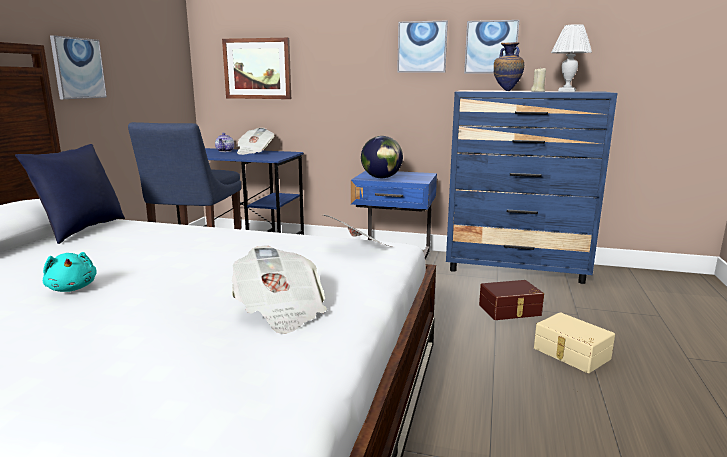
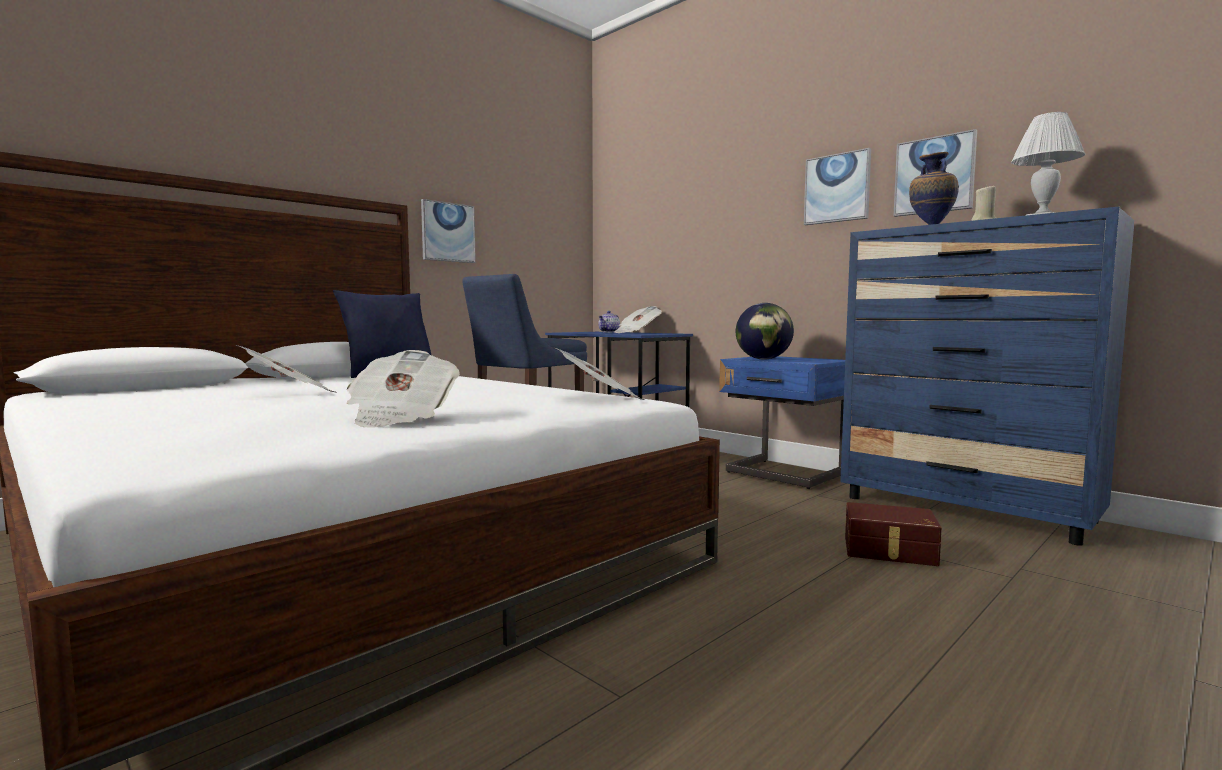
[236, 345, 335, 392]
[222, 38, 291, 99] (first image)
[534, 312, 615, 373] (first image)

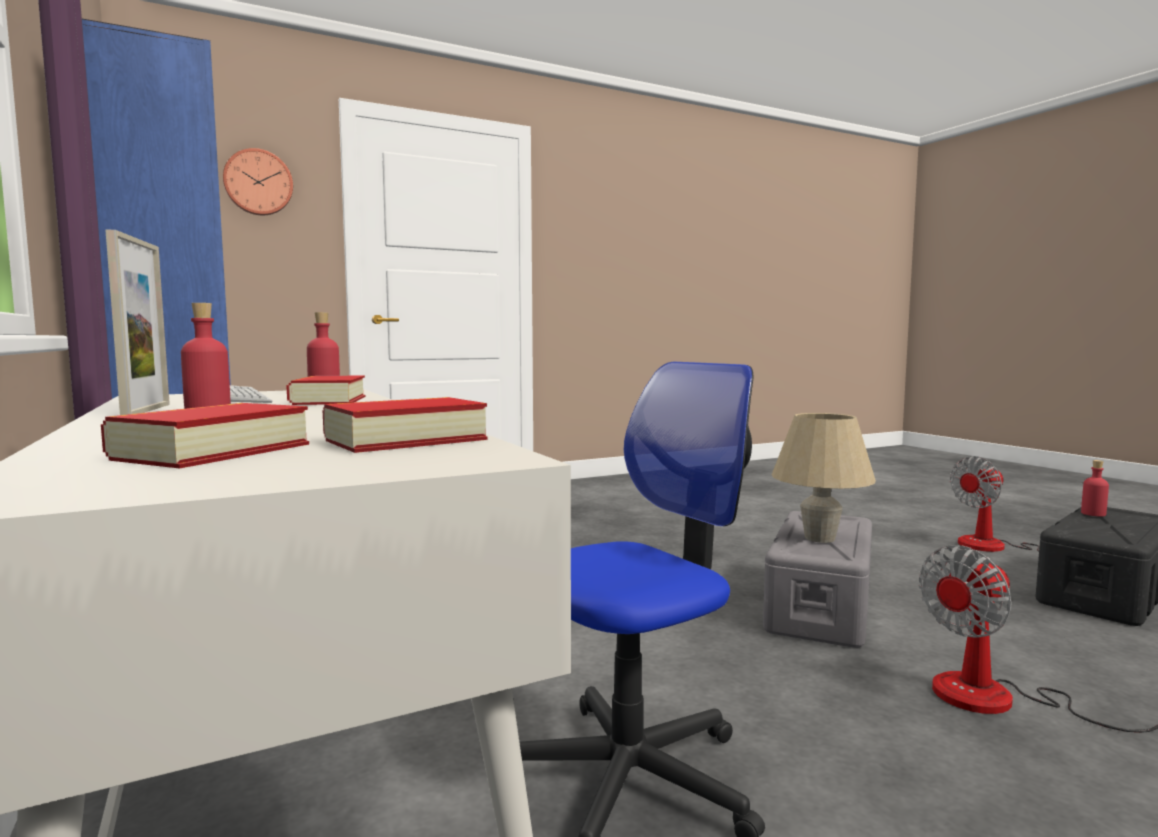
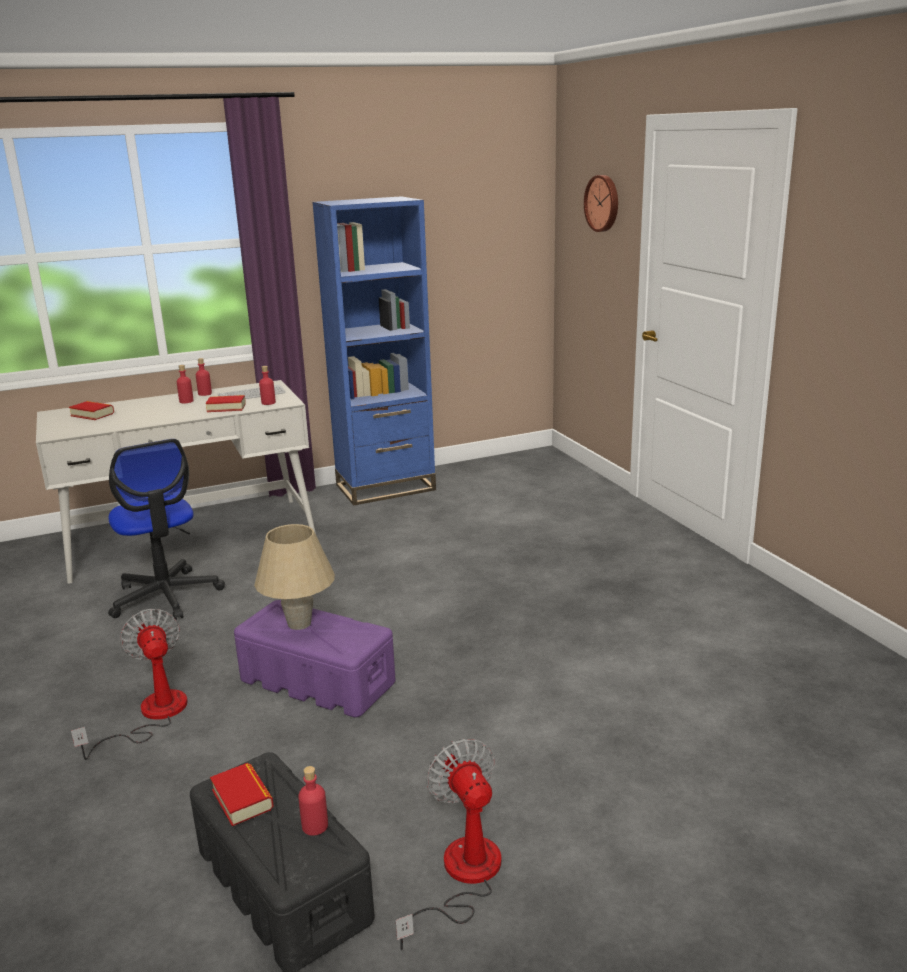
[196, 358, 212, 396]
[210, 763, 274, 826]
[234, 600, 396, 717]

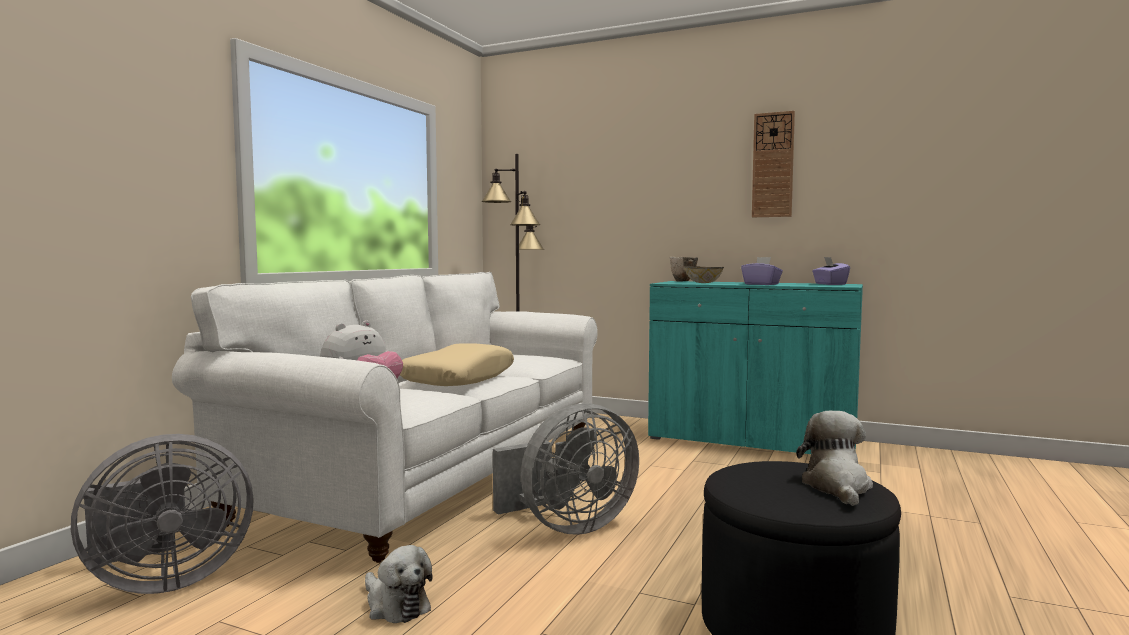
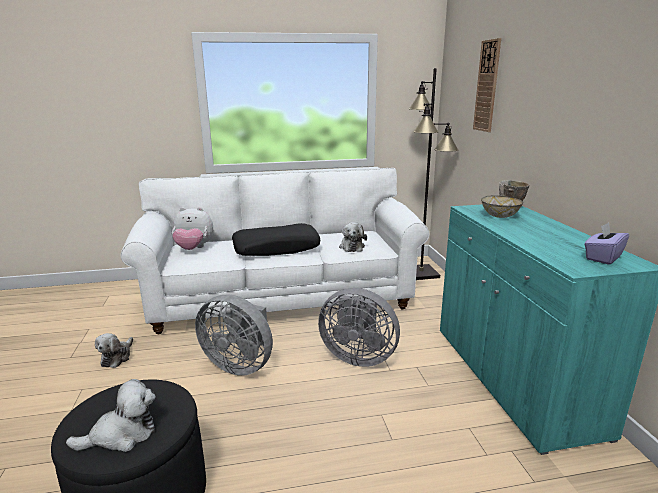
[232, 223, 320, 256]
[318, 288, 400, 367]
[339, 222, 367, 252]
[473, 38, 501, 132]
[741, 257, 783, 285] (first image)

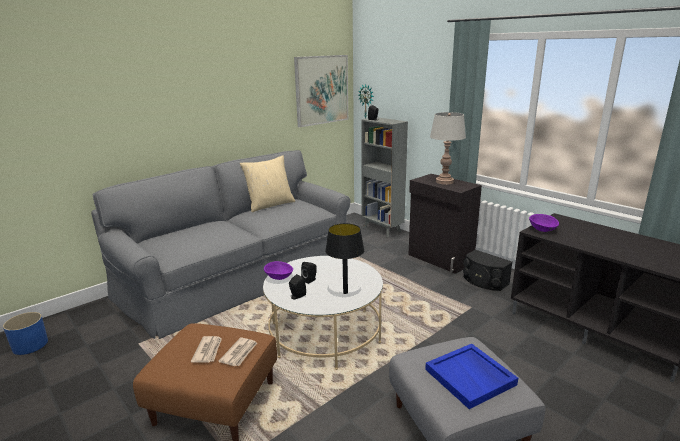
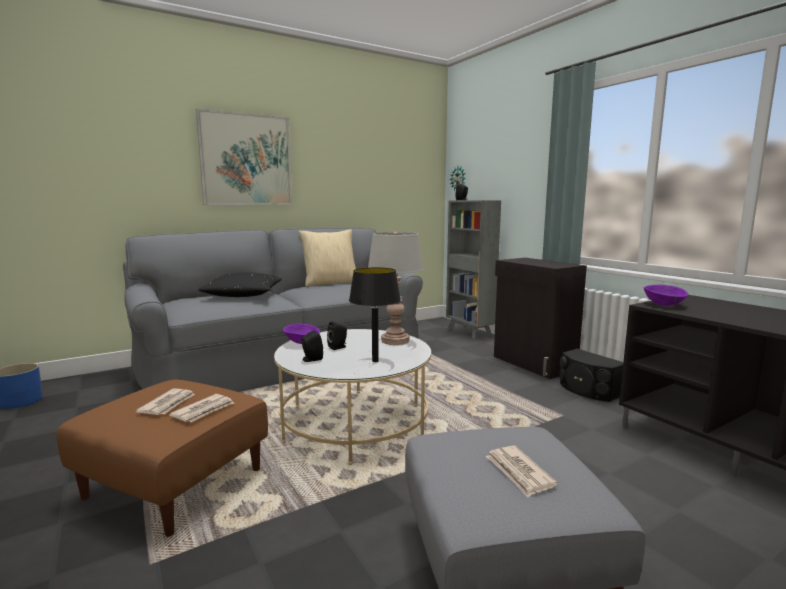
[196, 109, 292, 205]
[198, 272, 282, 297]
[368, 232, 424, 345]
[486, 446, 558, 497]

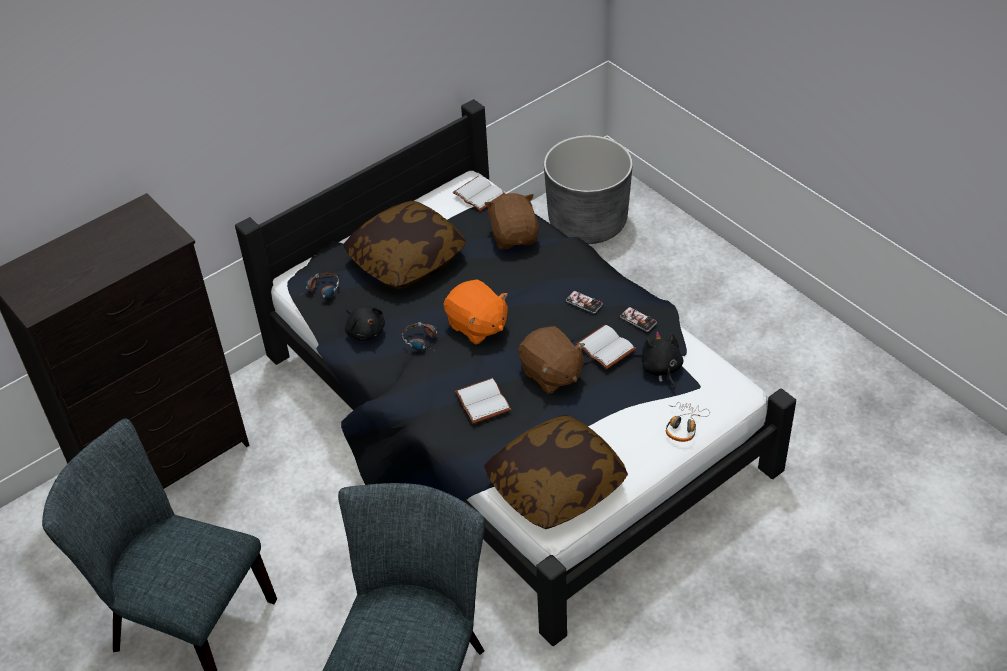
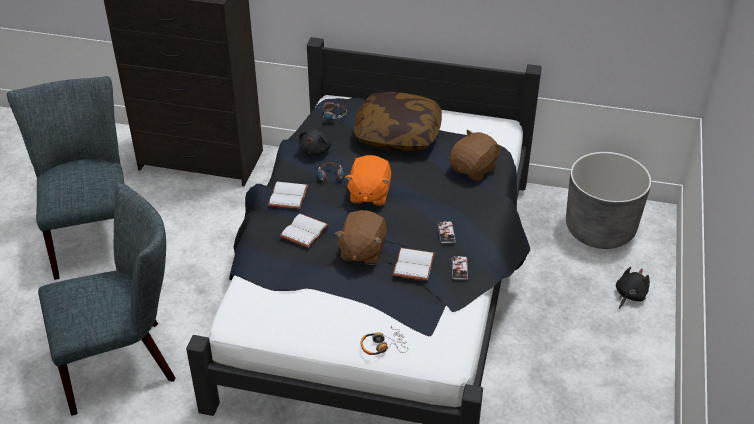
[268, 182, 308, 209]
[616, 267, 650, 309]
[484, 415, 628, 529] (first image)

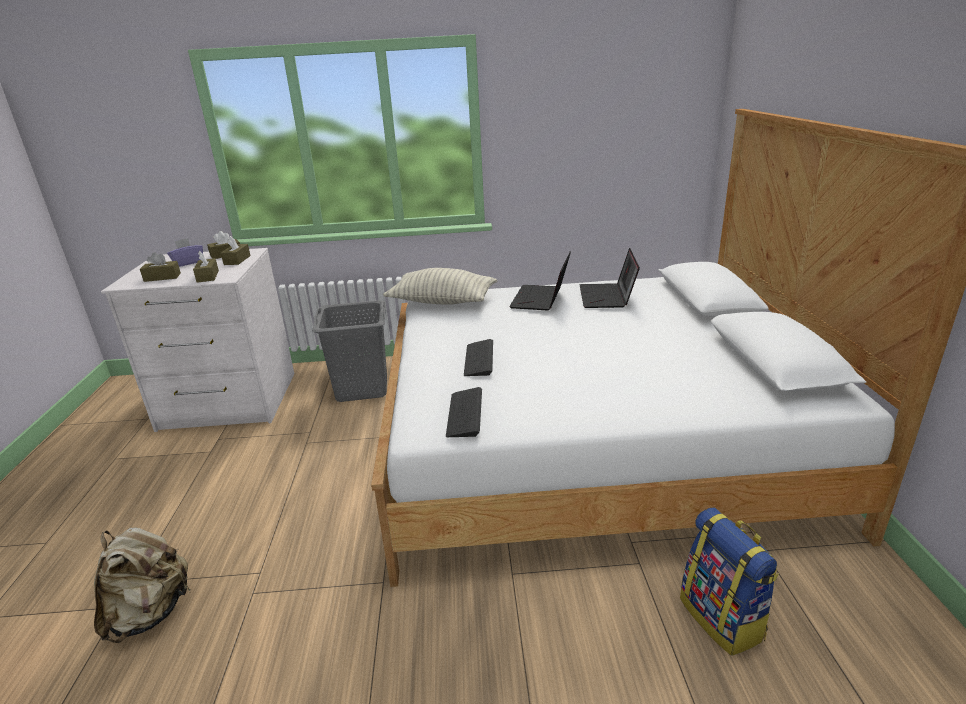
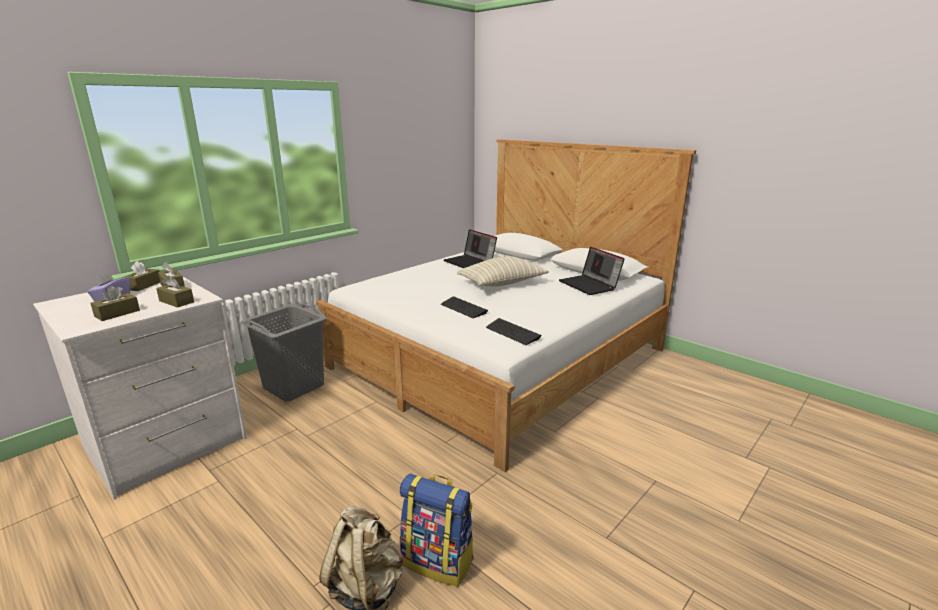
[400, 473, 474, 587]
[457, 256, 549, 287]
[559, 247, 625, 295]

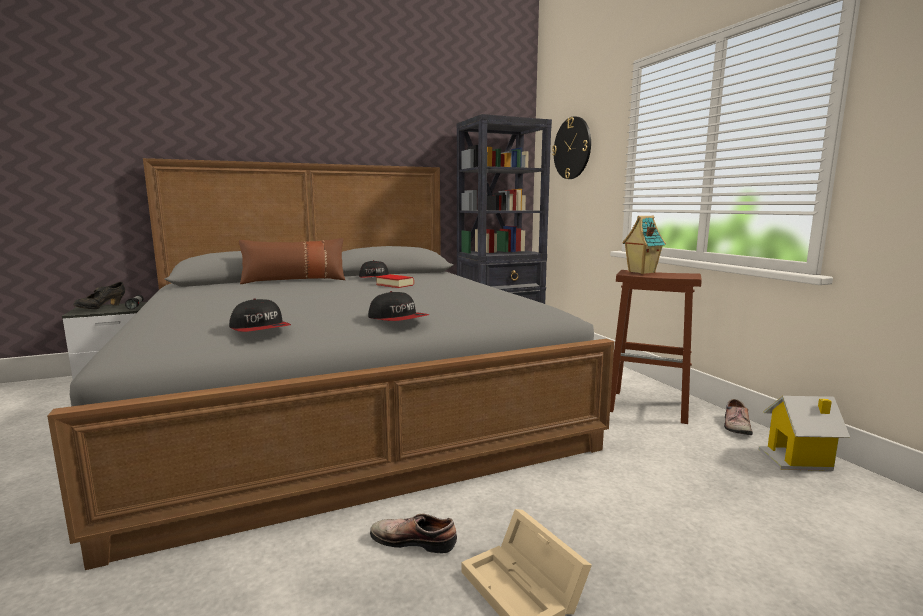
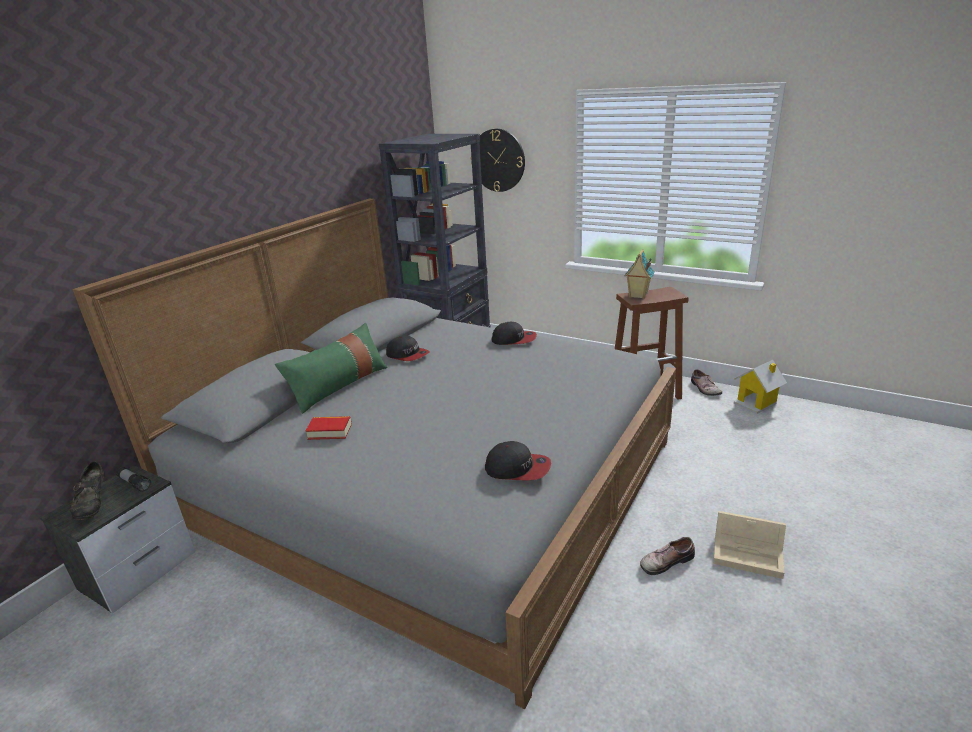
[275, 323, 388, 414]
[306, 416, 352, 440]
[492, 322, 537, 345]

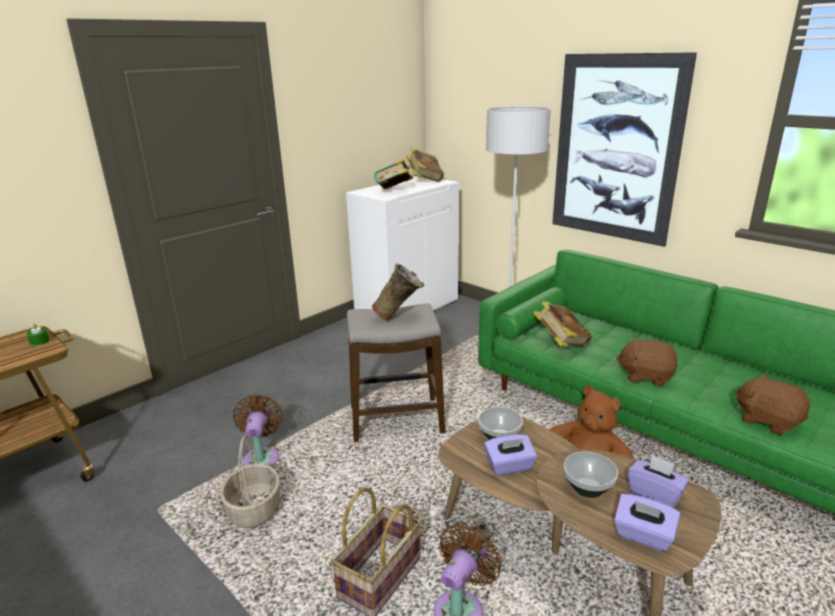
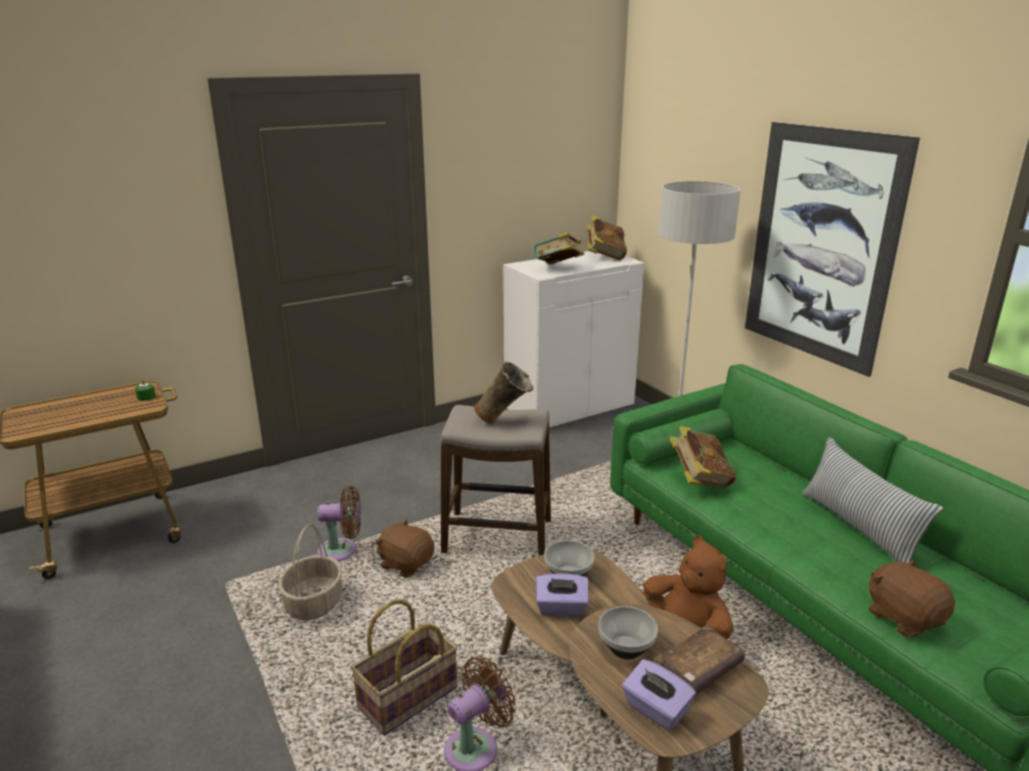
[317, 486, 361, 561]
[376, 519, 434, 578]
[655, 625, 745, 694]
[802, 437, 943, 563]

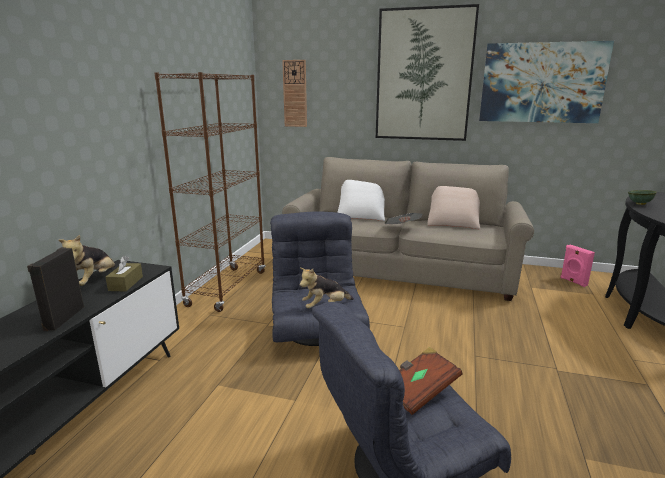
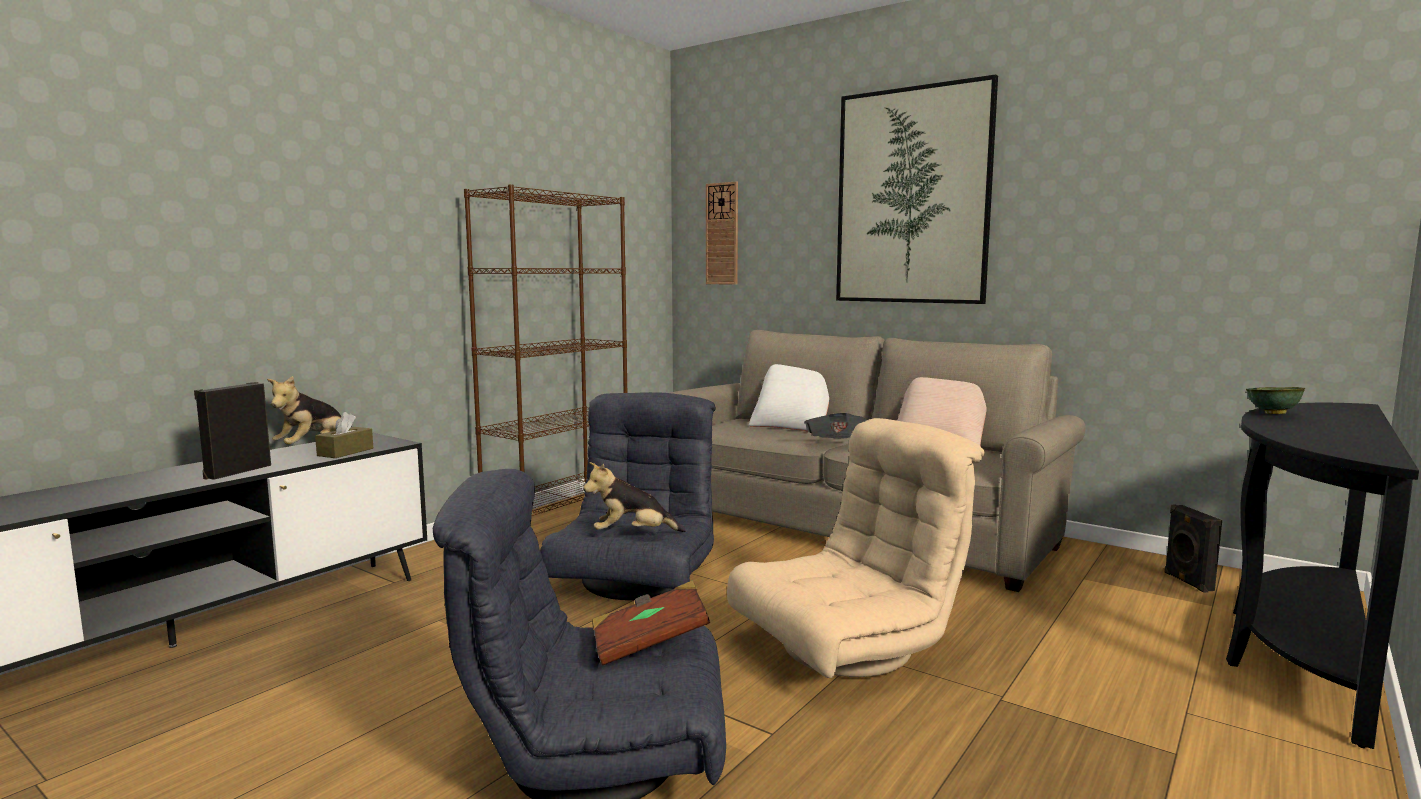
[727, 418, 985, 678]
[1164, 505, 1222, 593]
[479, 41, 614, 123] (first image)

